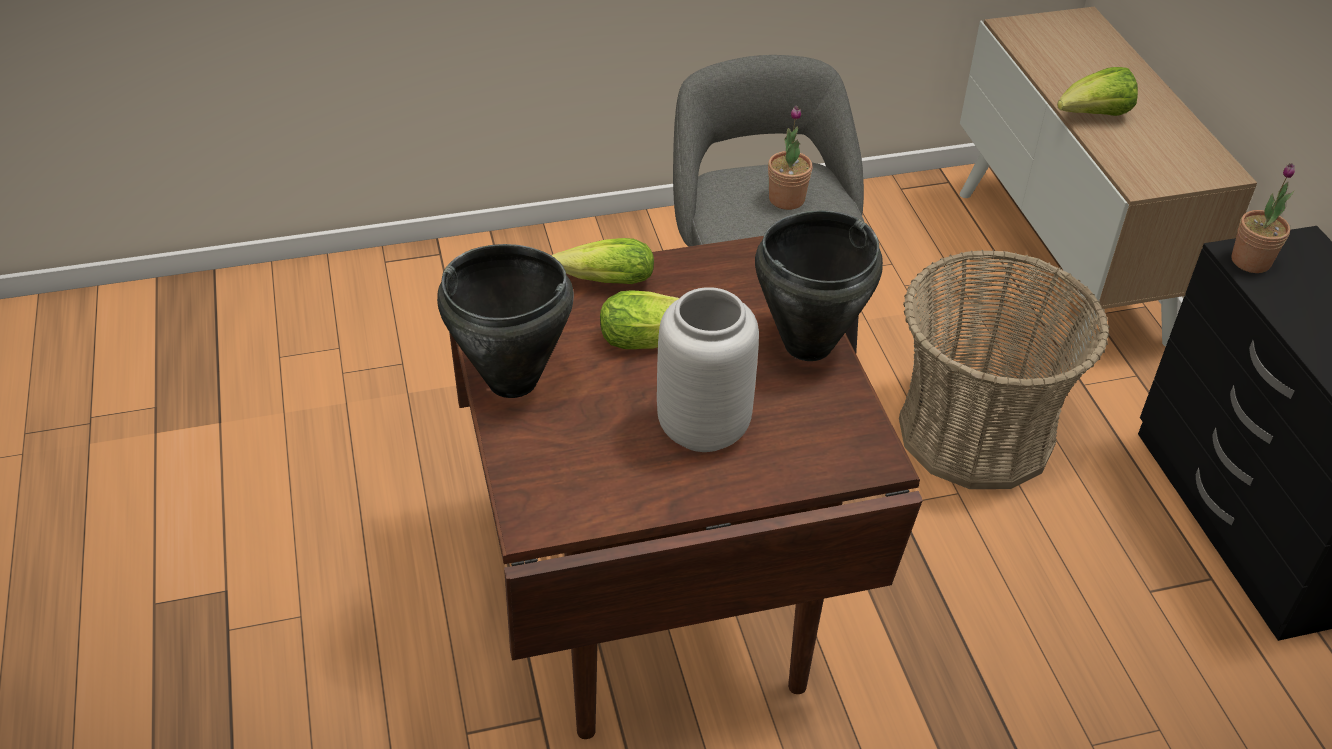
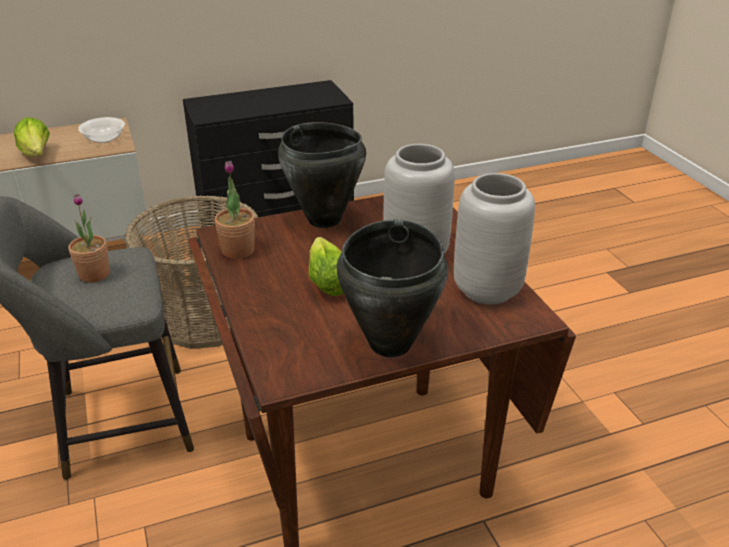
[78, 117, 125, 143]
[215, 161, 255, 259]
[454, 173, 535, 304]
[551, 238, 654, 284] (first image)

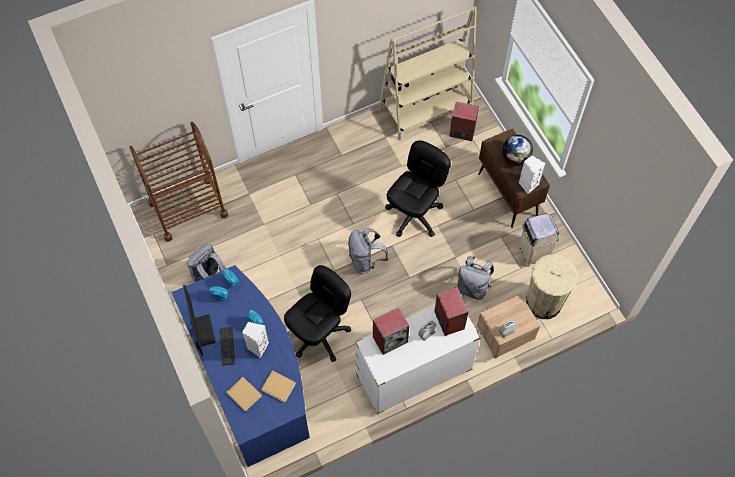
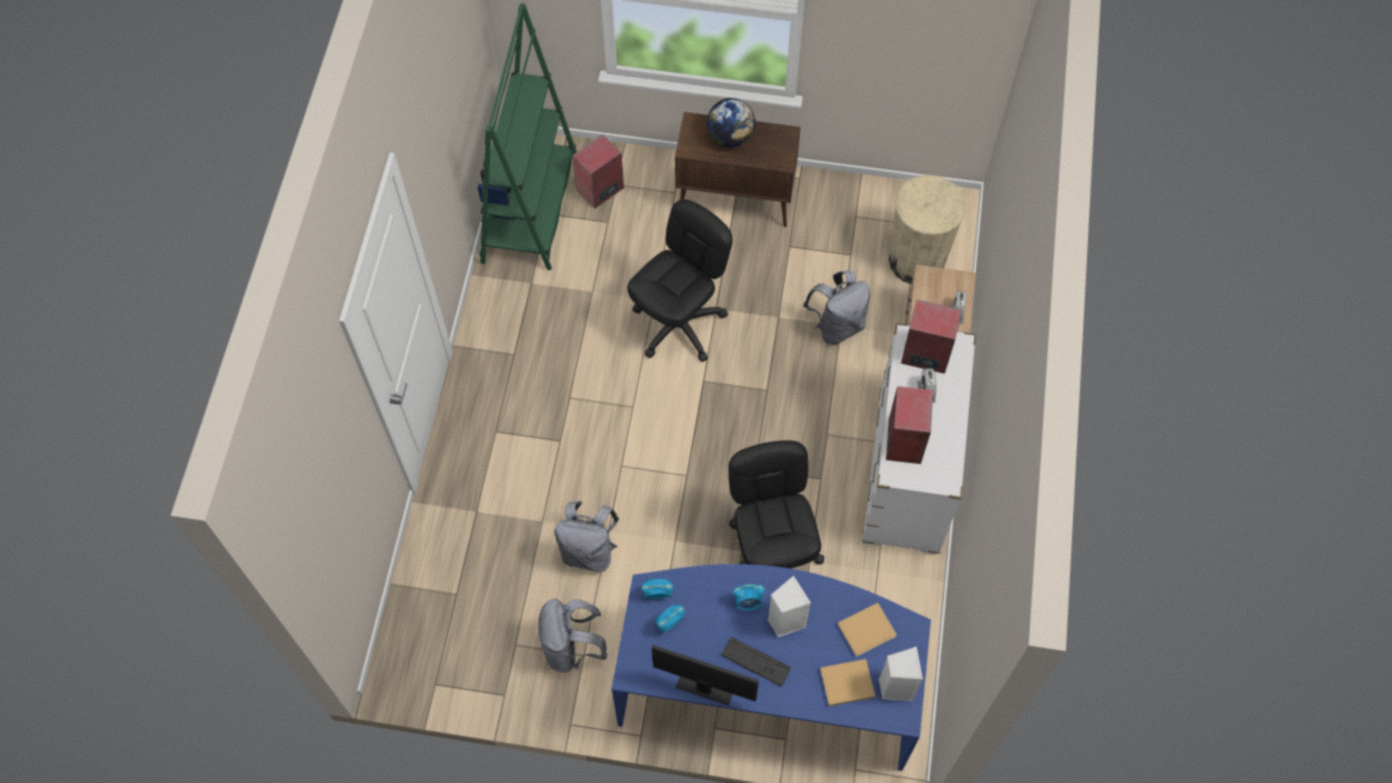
[478, 3, 577, 270]
[555, 501, 619, 572]
[627, 199, 733, 362]
[879, 646, 923, 701]
[129, 122, 228, 242] (first image)
[518, 213, 559, 267] (first image)

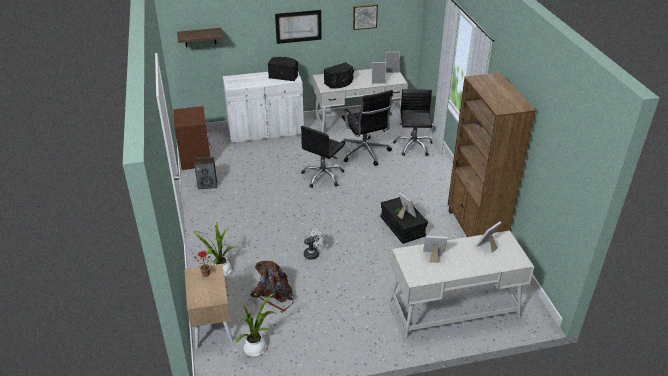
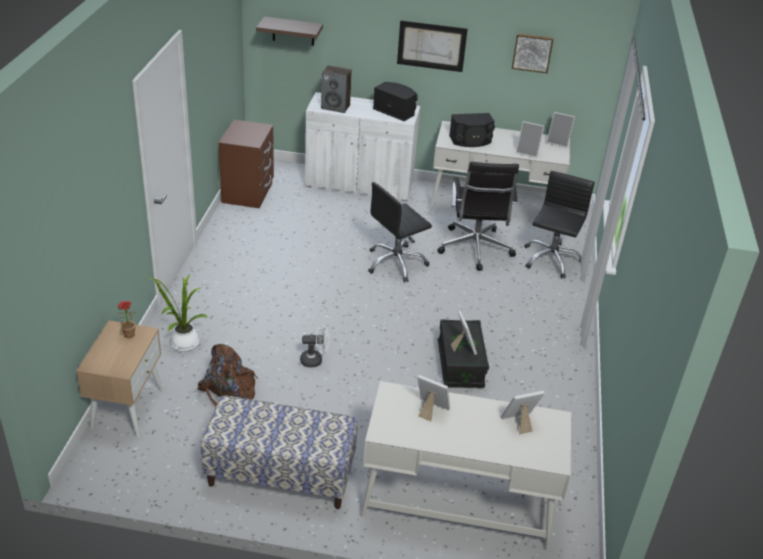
[200, 395, 358, 509]
[321, 65, 352, 113]
[235, 293, 276, 356] (first image)
[448, 73, 536, 237] (first image)

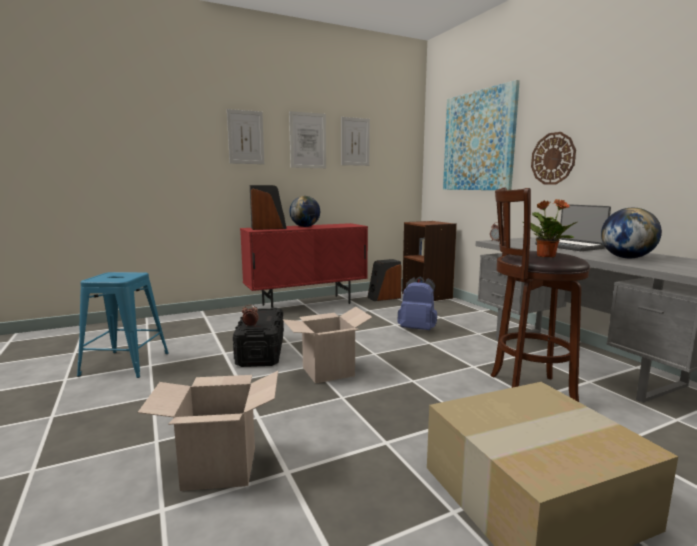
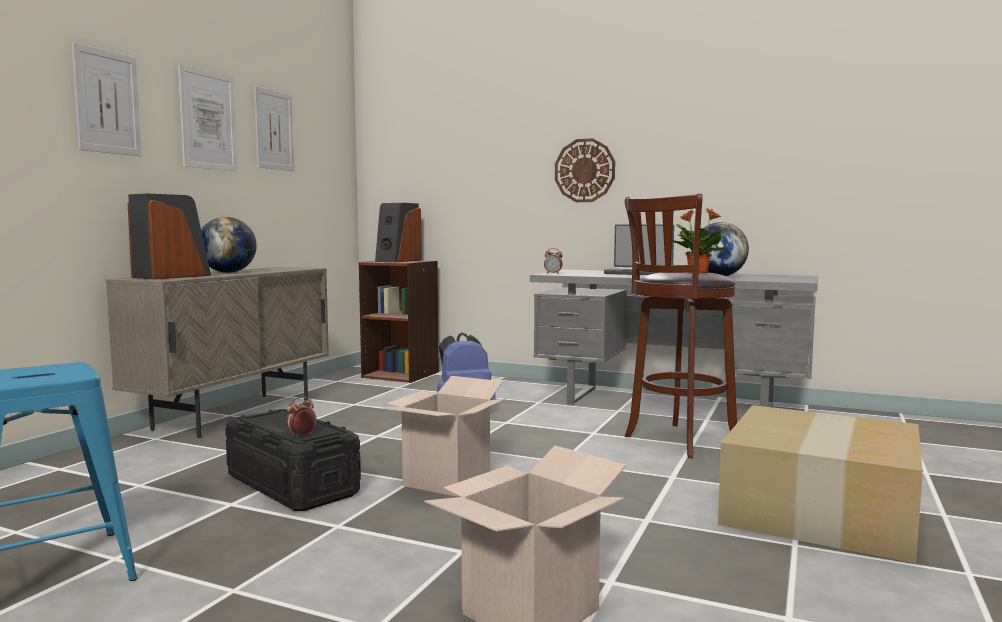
[106, 267, 329, 438]
[375, 203, 422, 262]
[443, 80, 520, 190] (first image)

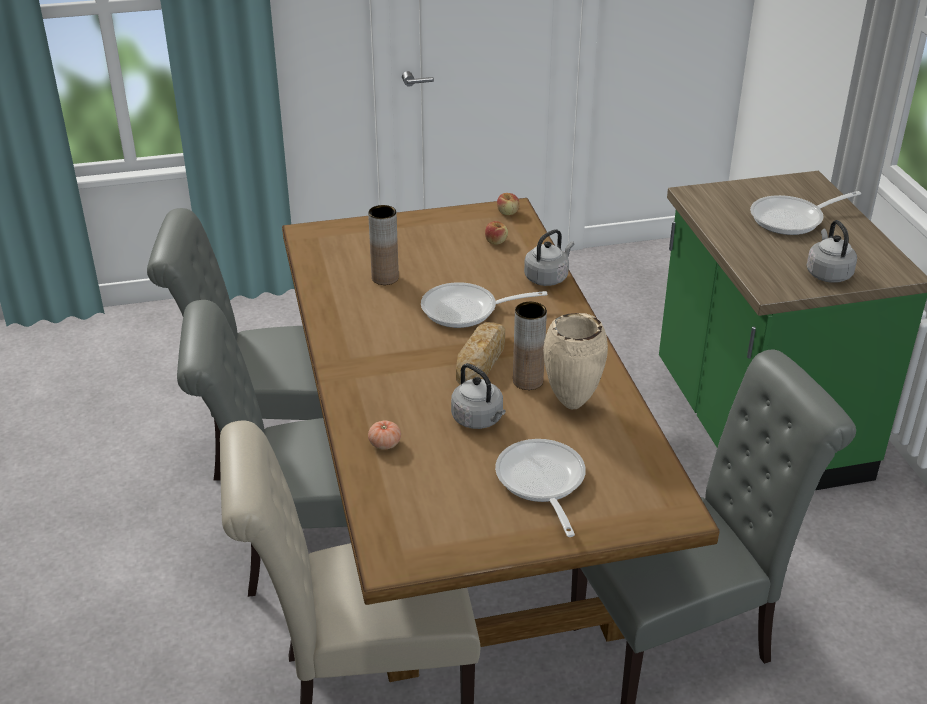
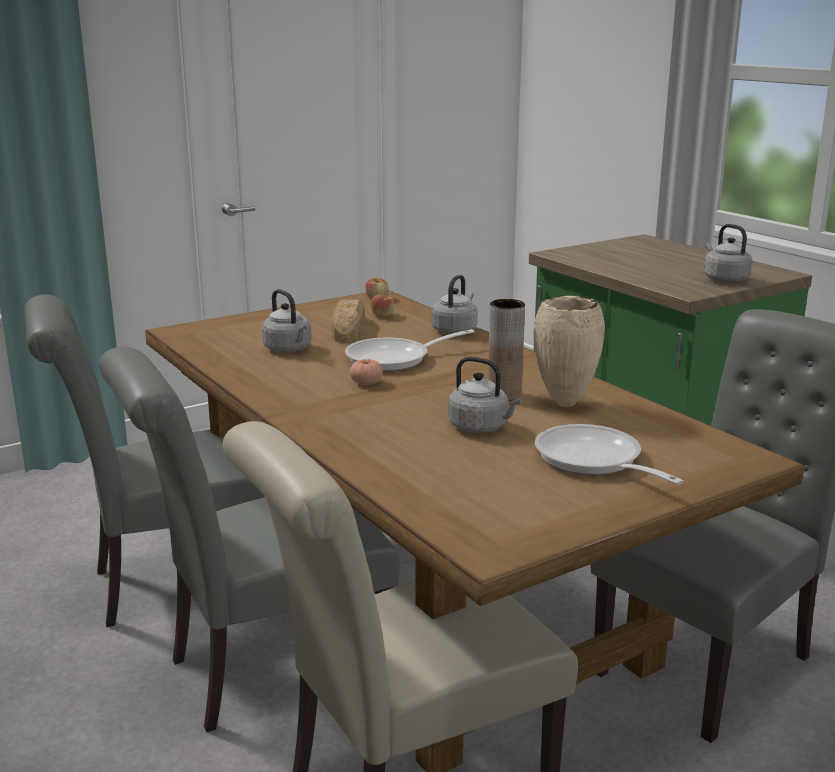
[262, 289, 311, 352]
[332, 299, 365, 343]
[350, 359, 383, 385]
[750, 191, 861, 235] (first image)

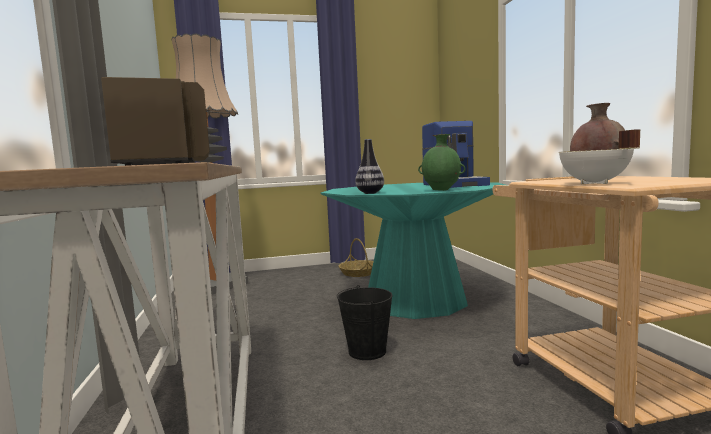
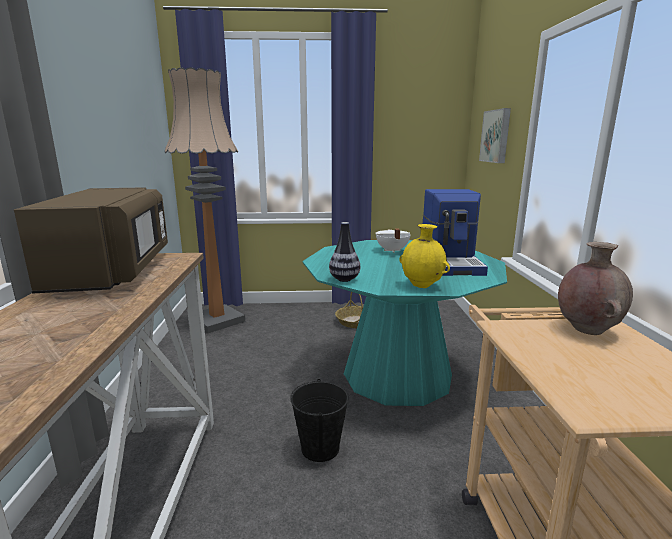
[375, 228, 410, 253]
[399, 224, 450, 288]
[479, 108, 511, 163]

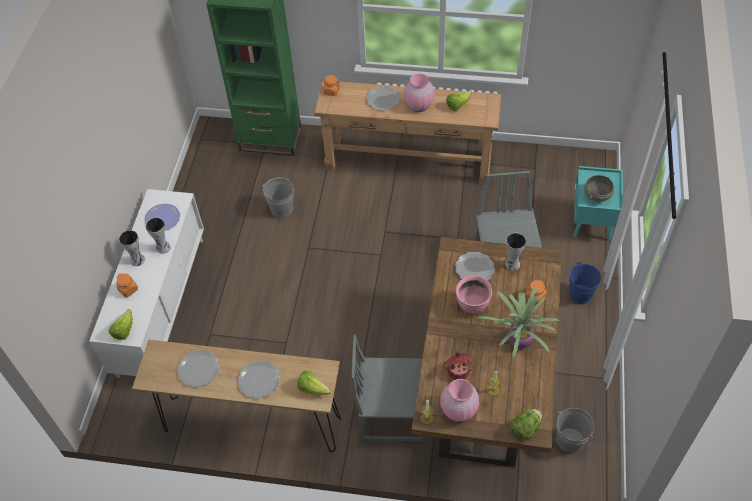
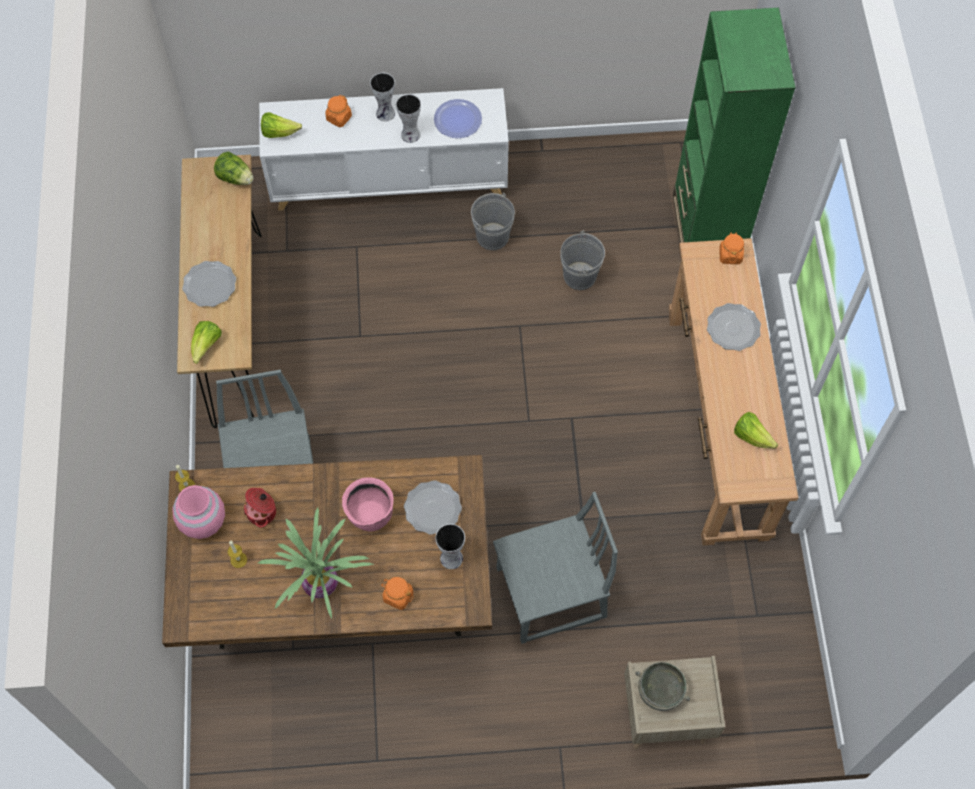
[214, 151, 253, 185]
[471, 192, 515, 250]
[624, 656, 725, 749]
[177, 349, 220, 387] (first image)
[404, 73, 435, 112] (first image)
[563, 261, 602, 304] (first image)

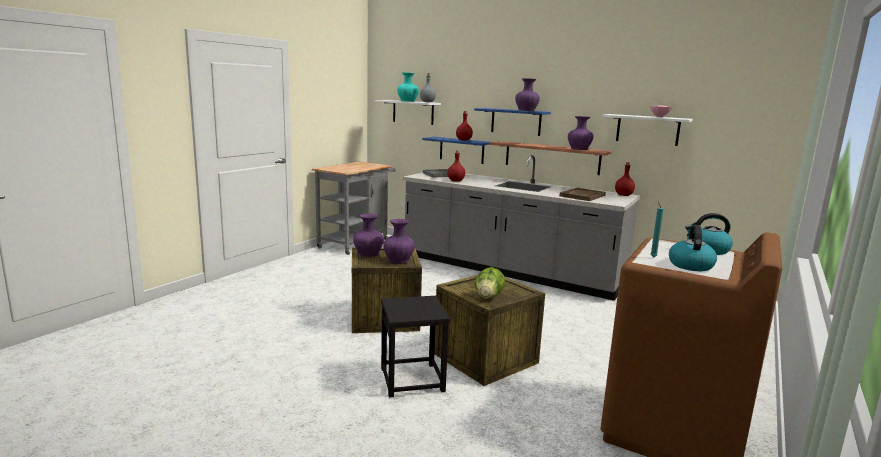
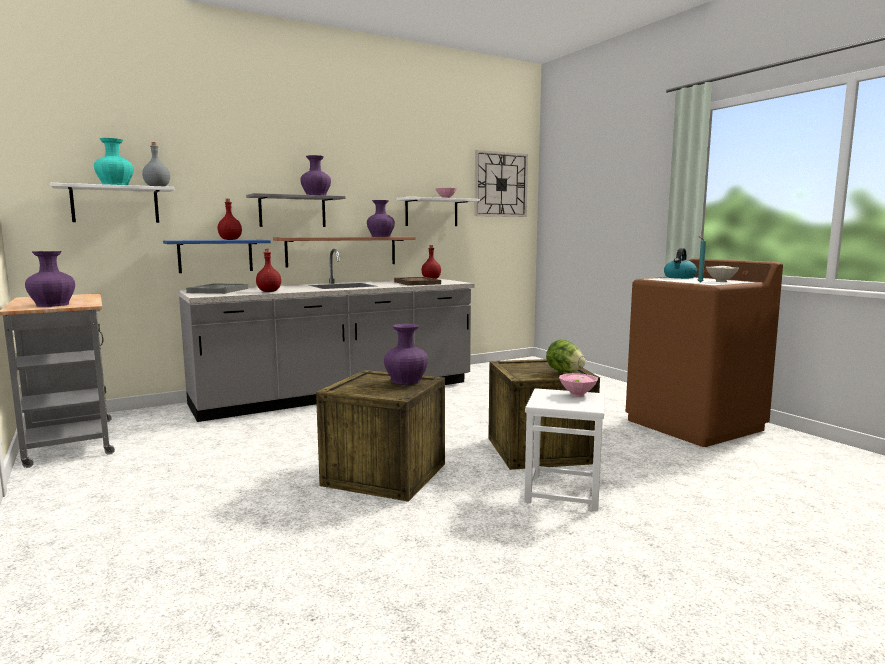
[25, 251, 75, 307]
[246, 193, 346, 227]
[474, 150, 528, 217]
[524, 388, 605, 511]
[559, 373, 598, 397]
[706, 266, 739, 282]

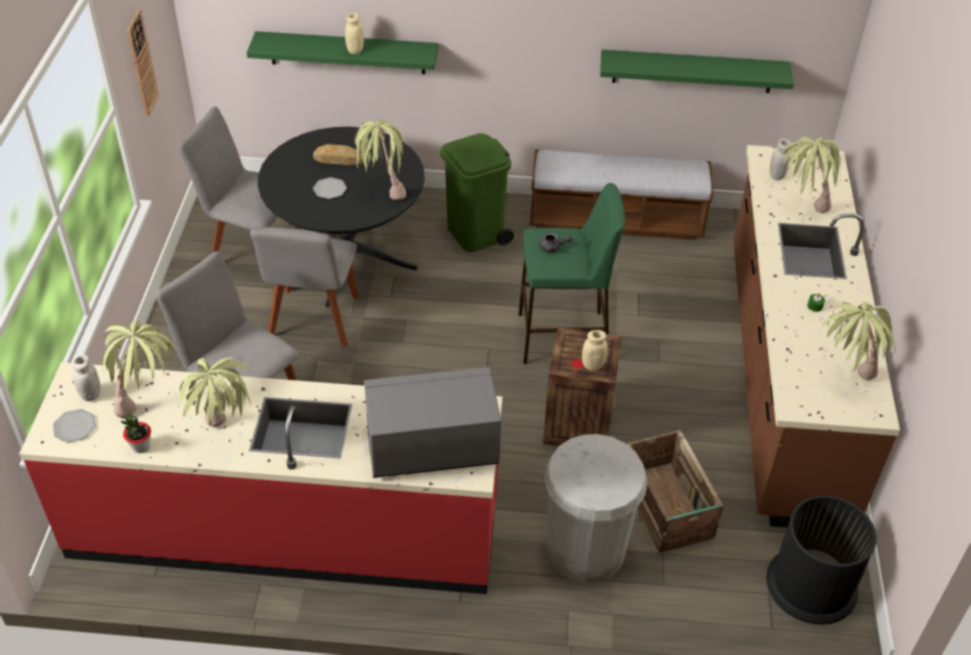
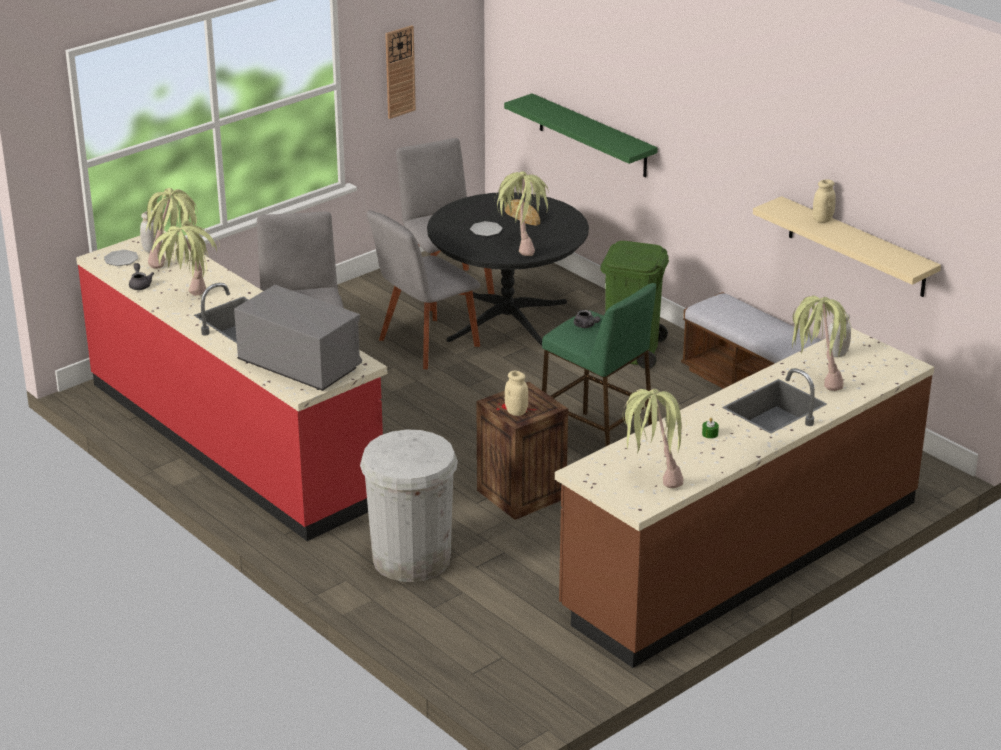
[129, 263, 154, 290]
[753, 196, 941, 297]
[813, 179, 836, 223]
[626, 430, 723, 553] (first image)
[766, 496, 877, 625] (first image)

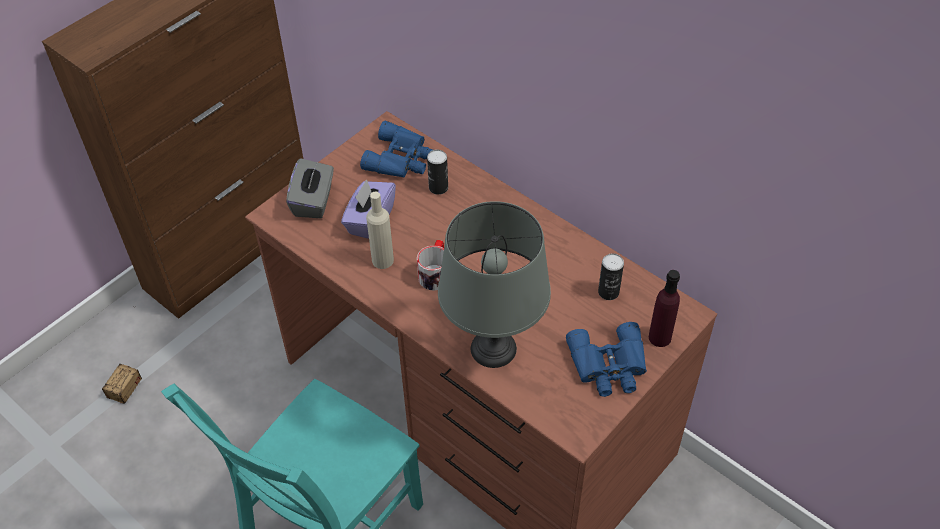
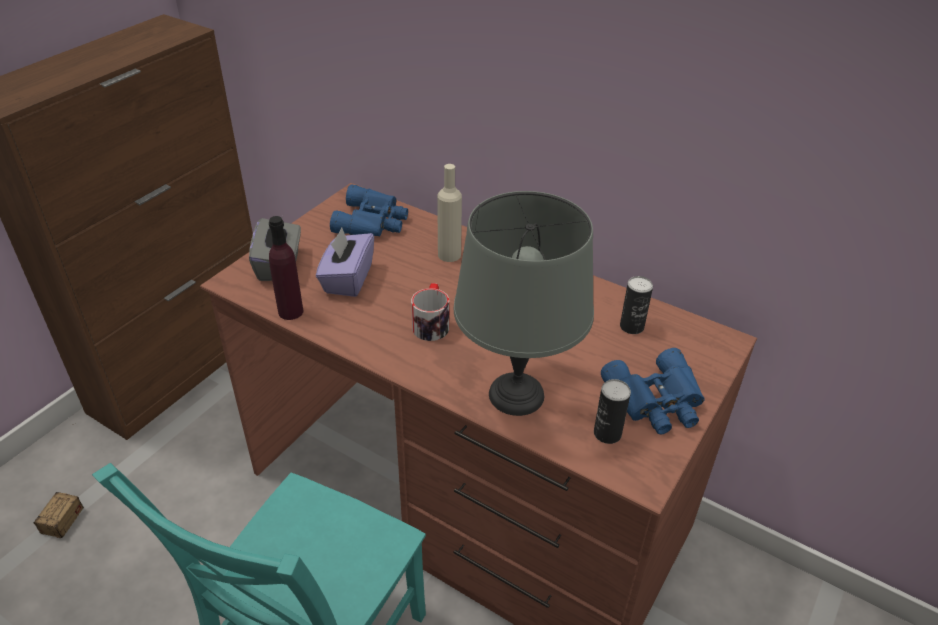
[269, 216, 303, 320]
[437, 164, 462, 262]
[594, 379, 631, 444]

